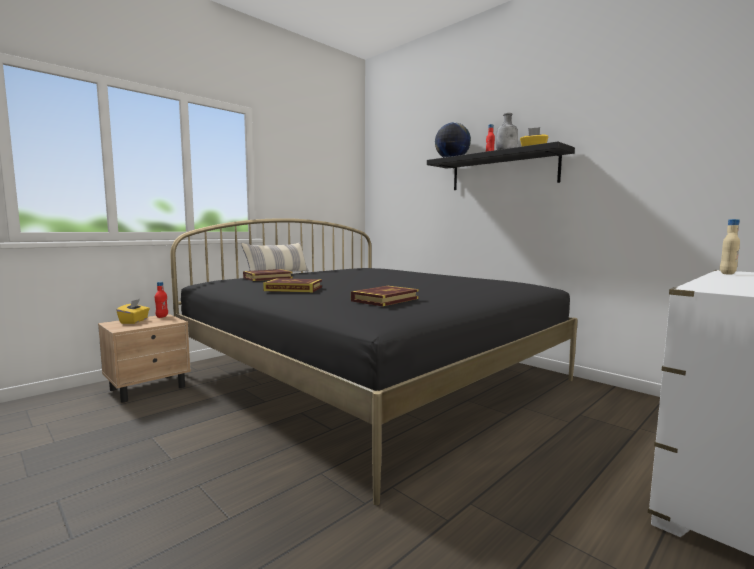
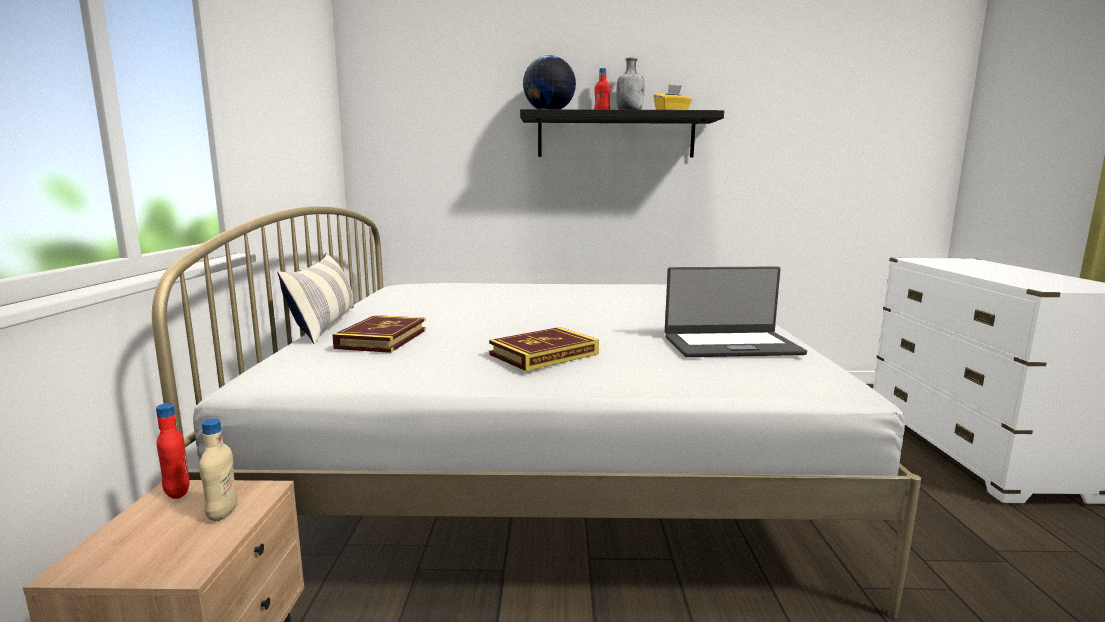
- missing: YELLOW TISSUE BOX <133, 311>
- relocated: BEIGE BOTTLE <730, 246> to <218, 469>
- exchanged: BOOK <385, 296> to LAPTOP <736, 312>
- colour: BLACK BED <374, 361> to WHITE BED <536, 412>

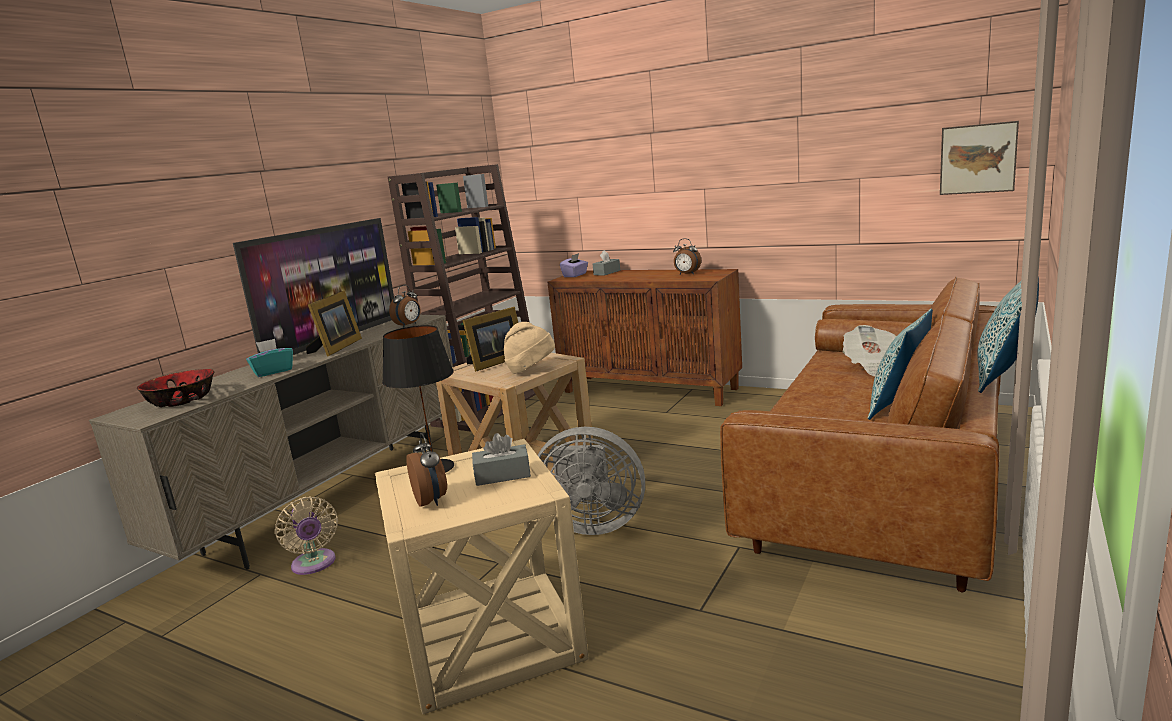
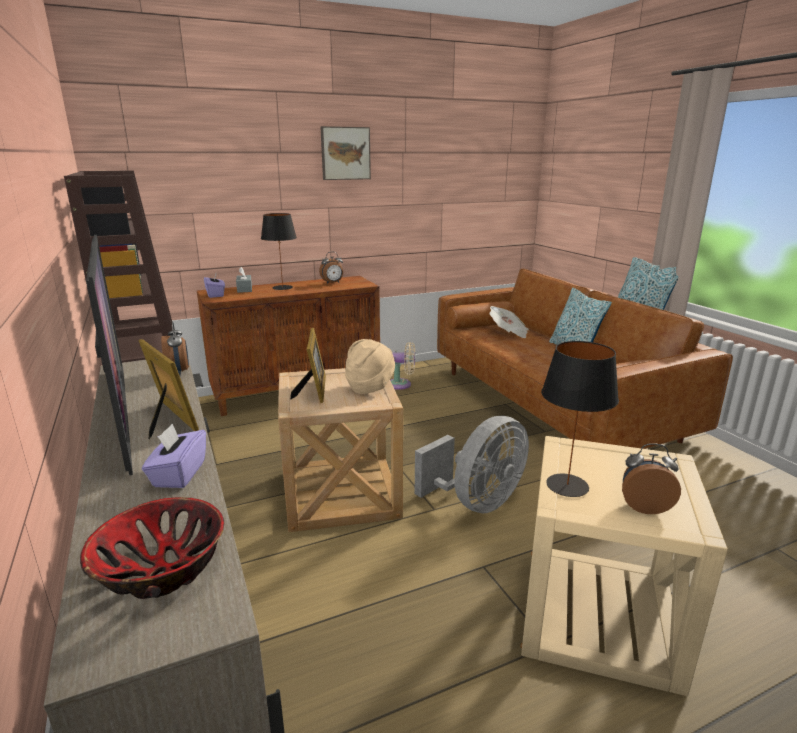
- missing: GREY TISSUE BOX <501, 459>
- appeared: BLACK TABLE LAMP <279, 251>
- relocated: BEIGE FAN <306, 536> to <402, 366>
- relocated: PICTURE <979, 158> to <345, 153>
- colour: TURQUOISE TISSUE BOX <269, 358> to PURPLE TISSUE BOX <174, 456>

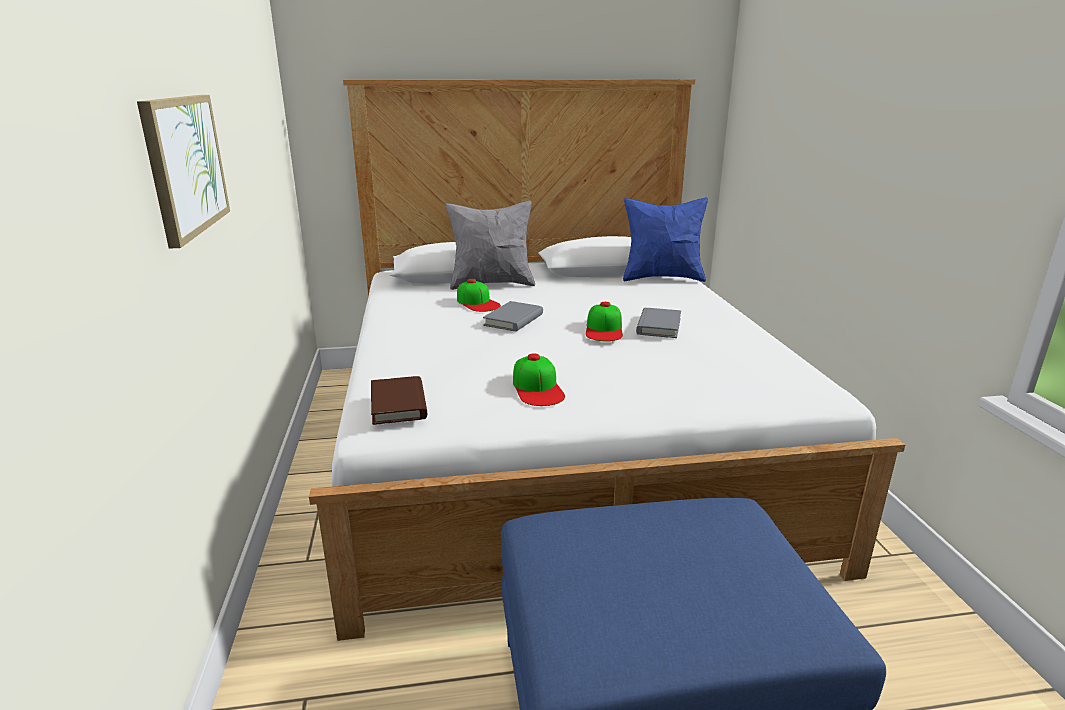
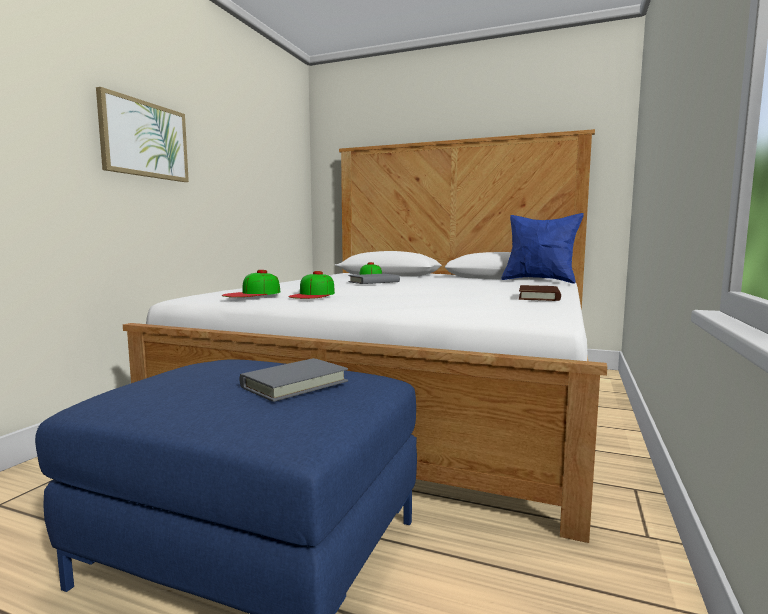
- missing: GREY PILLOW <490, 245>
- relocated: BROWN BOOK <399, 400> to <540, 293>
- relocated: CAP <604, 321> to <251, 283>
- relocated: GREY BOOK <658, 323> to <294, 380>

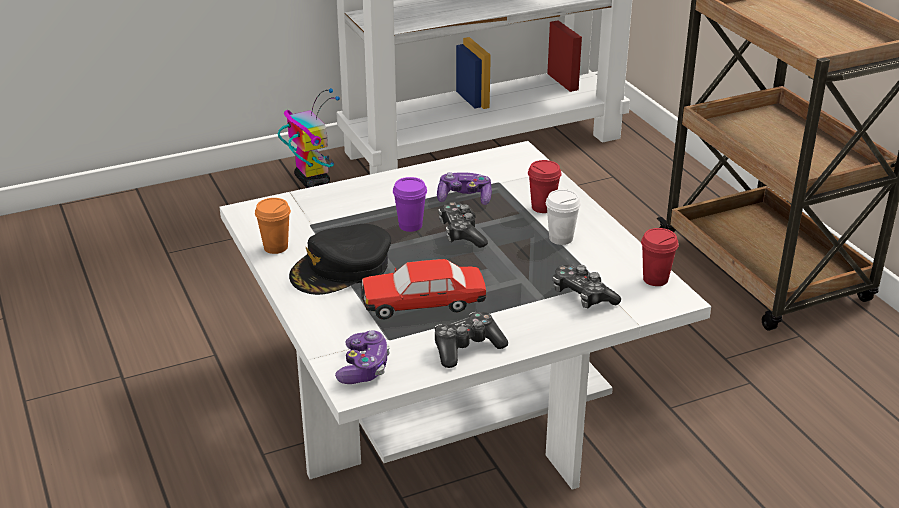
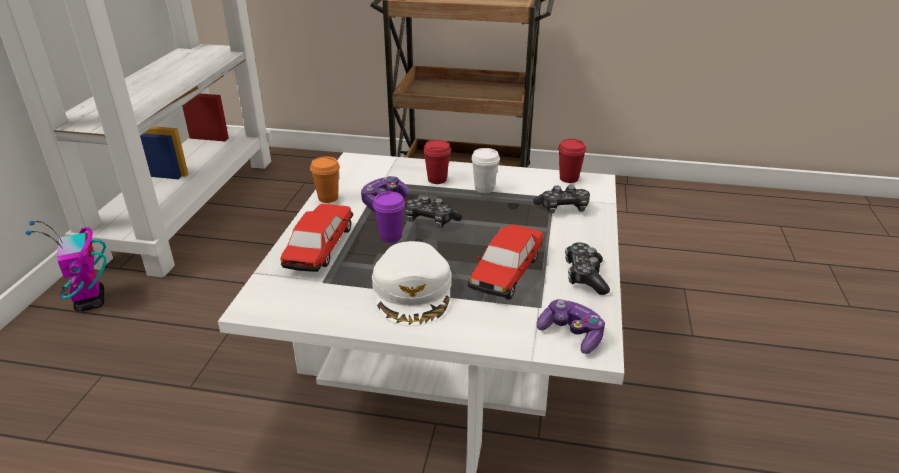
- appeared: TOY CAR <316, 238>
- relocated: ORANGE CUP <273, 226> to <325, 179>
- colour: BLACK CAP <340, 259> to WHITE CAP <412, 284>
- spun: TOY ROBOT <309, 138> = <65, 266> 120 degrees counterclockwise

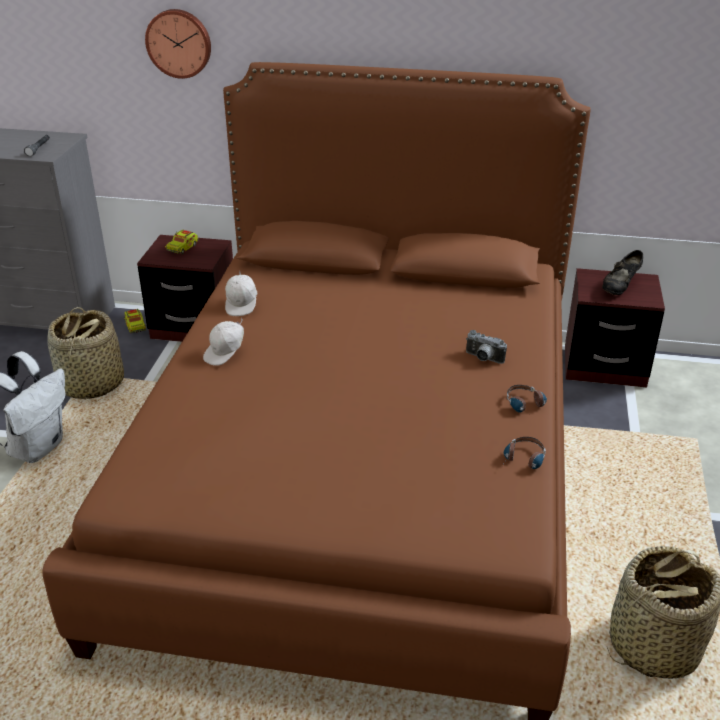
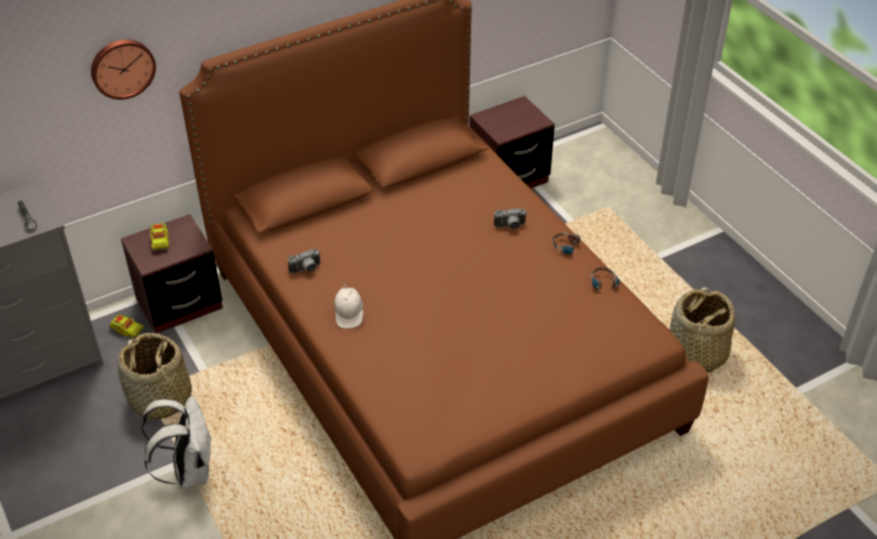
- missing: BLACK SHOE <622, 272>
- exchanged: WHITE CAP <241, 294> to PHOTO CAMERA <304, 261>

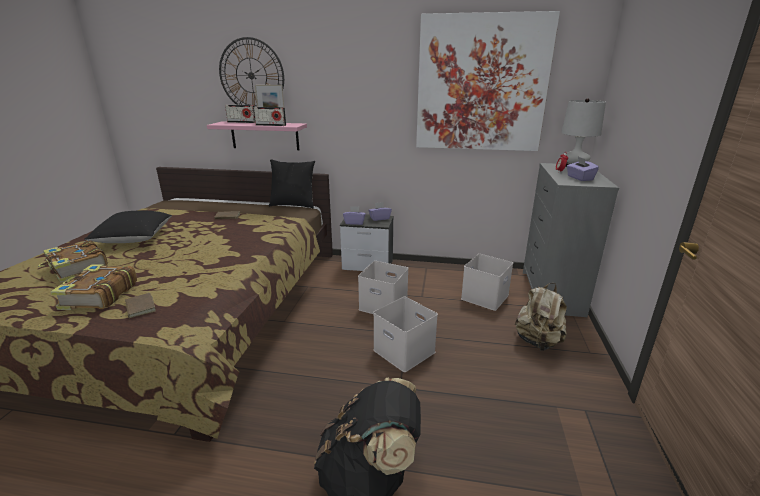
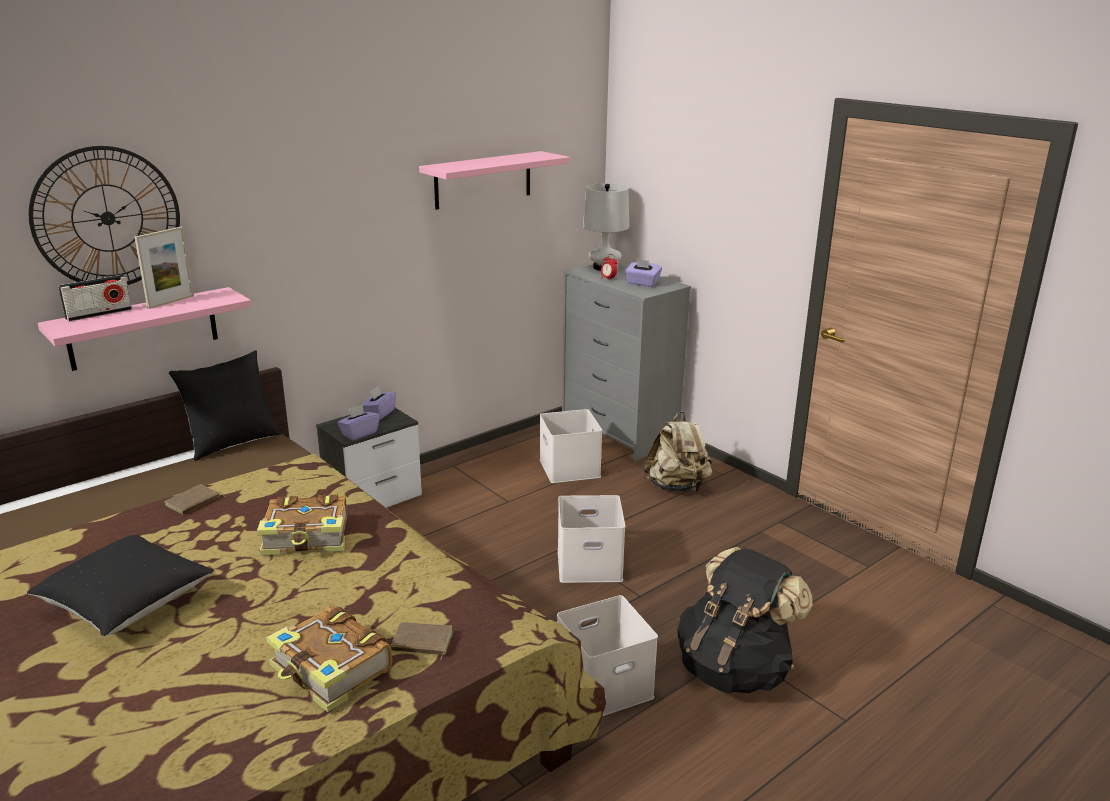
- missing: RADIO <270, 116>
- relocated: BOOK <73, 261> to <302, 524>
- relocated: WHITE STORAGE BOX <383, 287> to <607, 655>
- exchanged: PICTURE <488, 81> to PINK SHELF <494, 180>

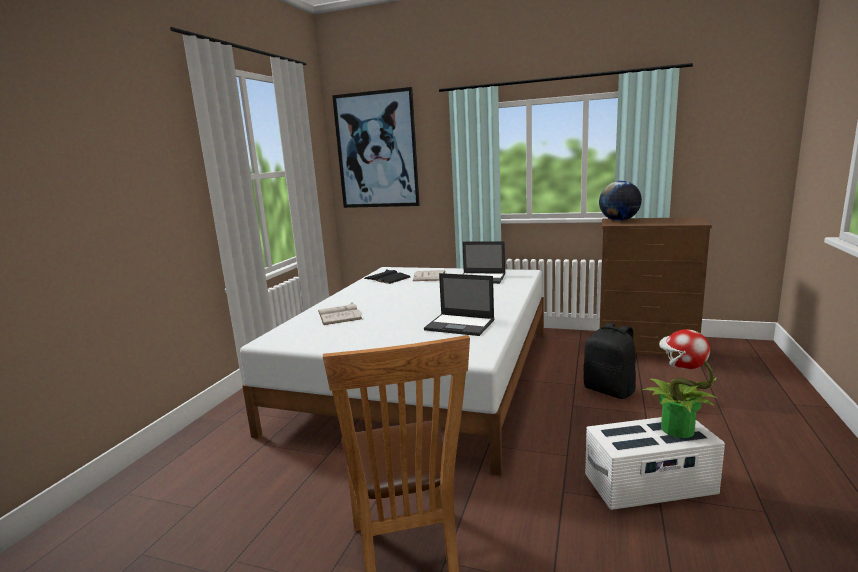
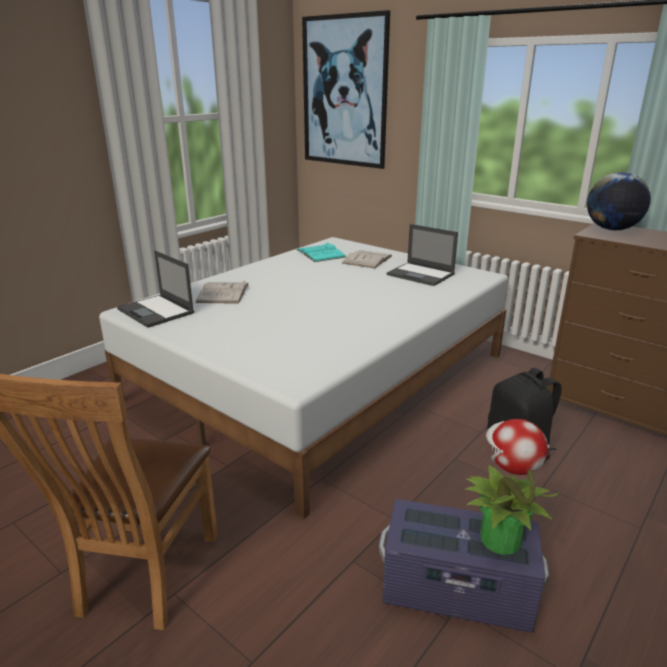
- relocated: LAPTOP <459, 304> to <155, 289>
- colour: BLACK BOOK <387, 276> to TURQUOISE BOOK <321, 252>
- colour: WHITE STORAGE BOX <655, 463> to PURPLE STORAGE BOX <464, 566>

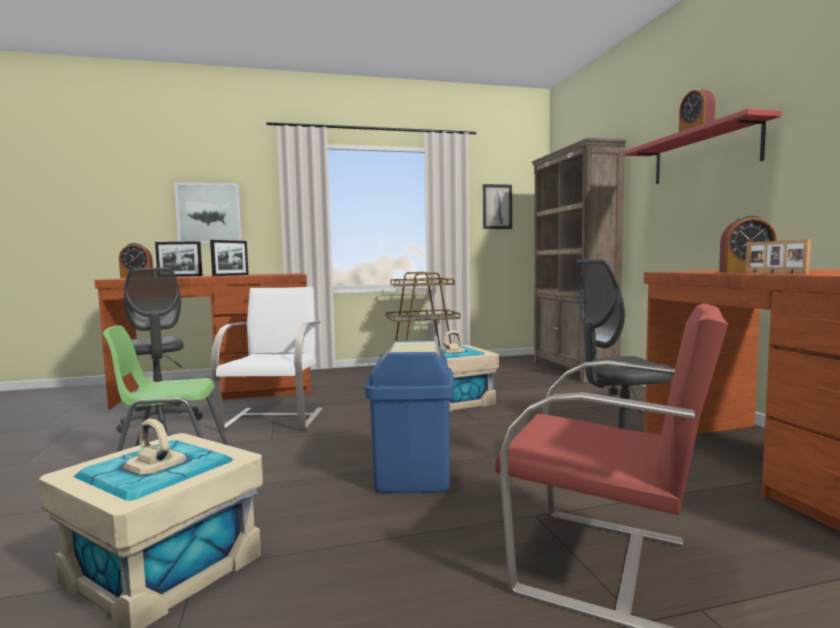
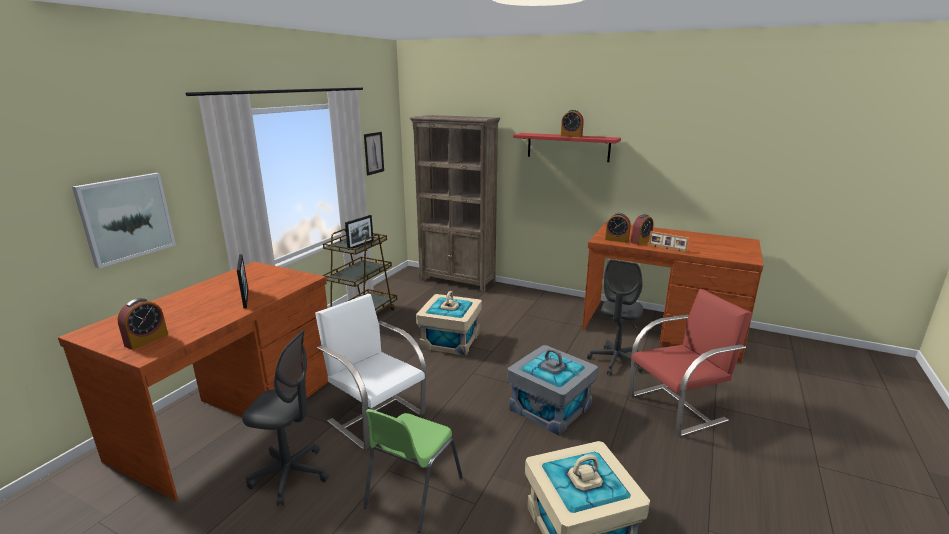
- appeared: ALARM CLOCK <618, 228>
- relocated: PICTURE FRAME <179, 259> to <359, 232>
- exchanged: BLUE TRASH CAN <409, 416> to GREY STORAGE BOX <552, 390>

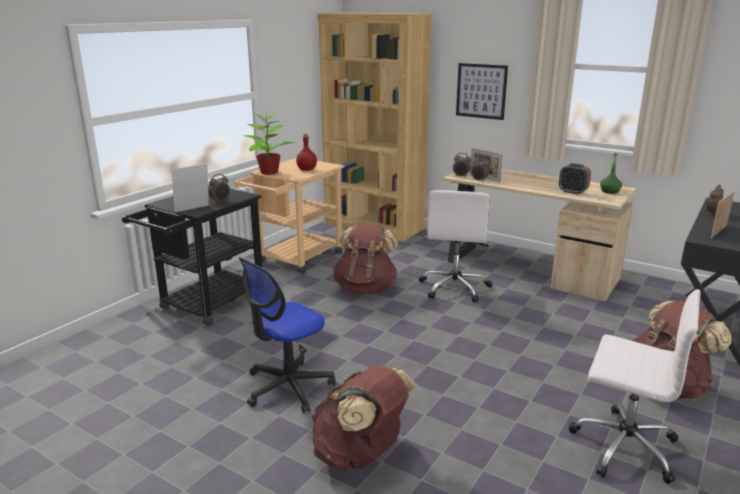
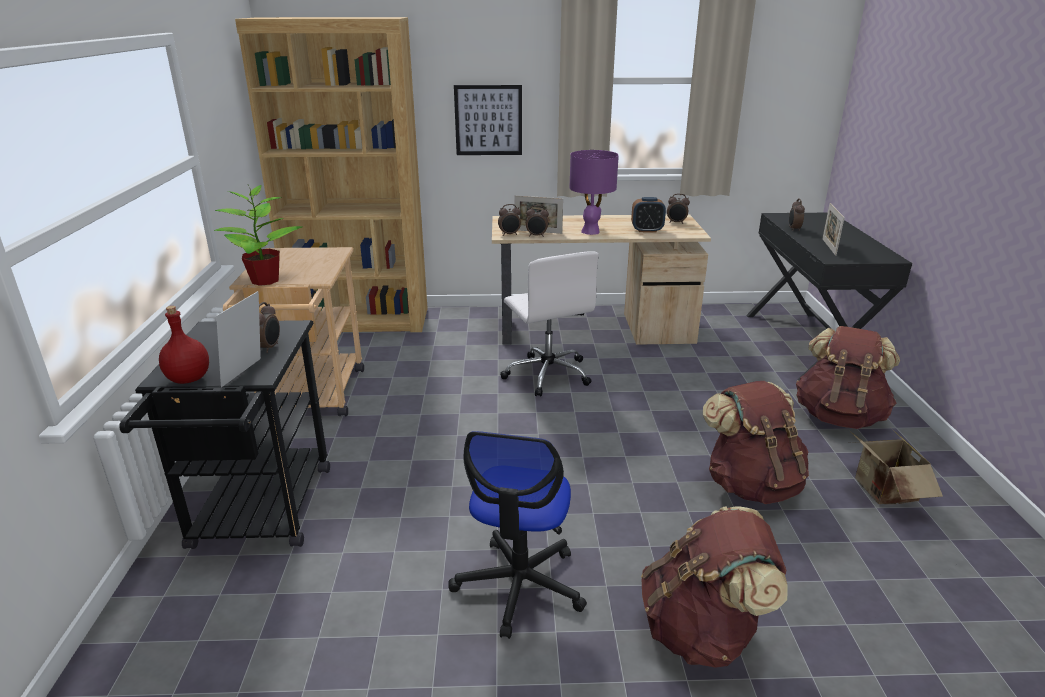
- appeared: PURPLE TABLE LAMP <594, 192>
- relocated: RED BOTTLE <306, 152> to <184, 345>
- relocated: BROWN BACKPACK <365, 259> to <756, 442>
- exchanged: WHITE OFFICE CHAIR <635, 386> to CARDBOARD BOX <896, 466>
- exchanged: GREEN BOTTLE <611, 173> to ALARM CLOCK <678, 209>

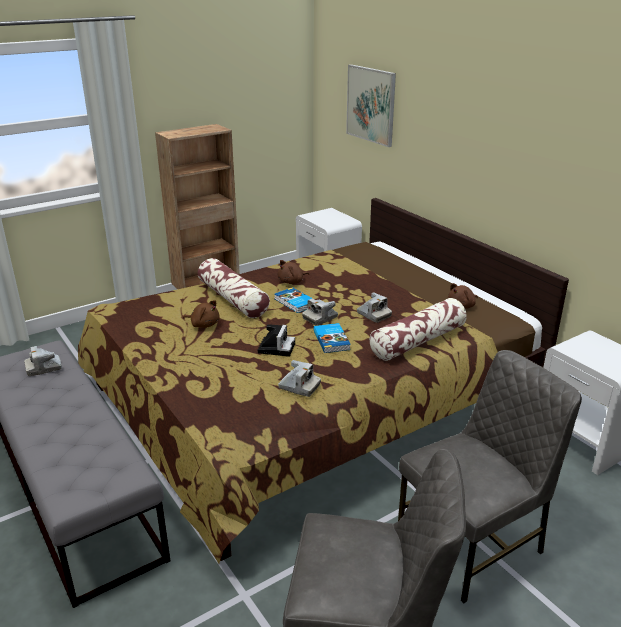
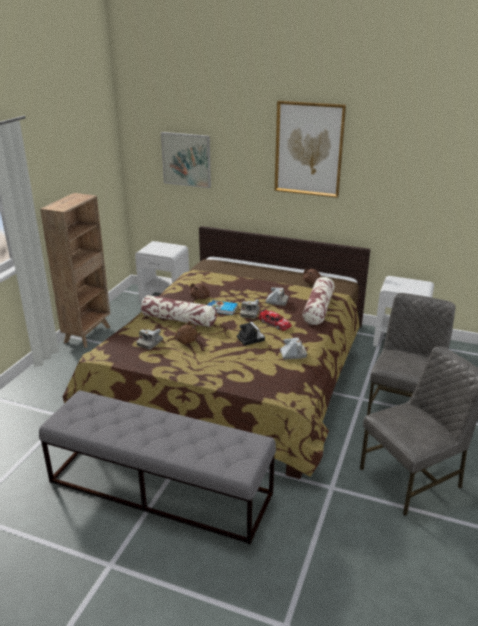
- appeared: PICTURE <310, 149>
- relocated: PHOTO CAMERA <43, 361> to <149, 339>
- exchanged: BOOK <332, 338> to TOY CAR <275, 319>

